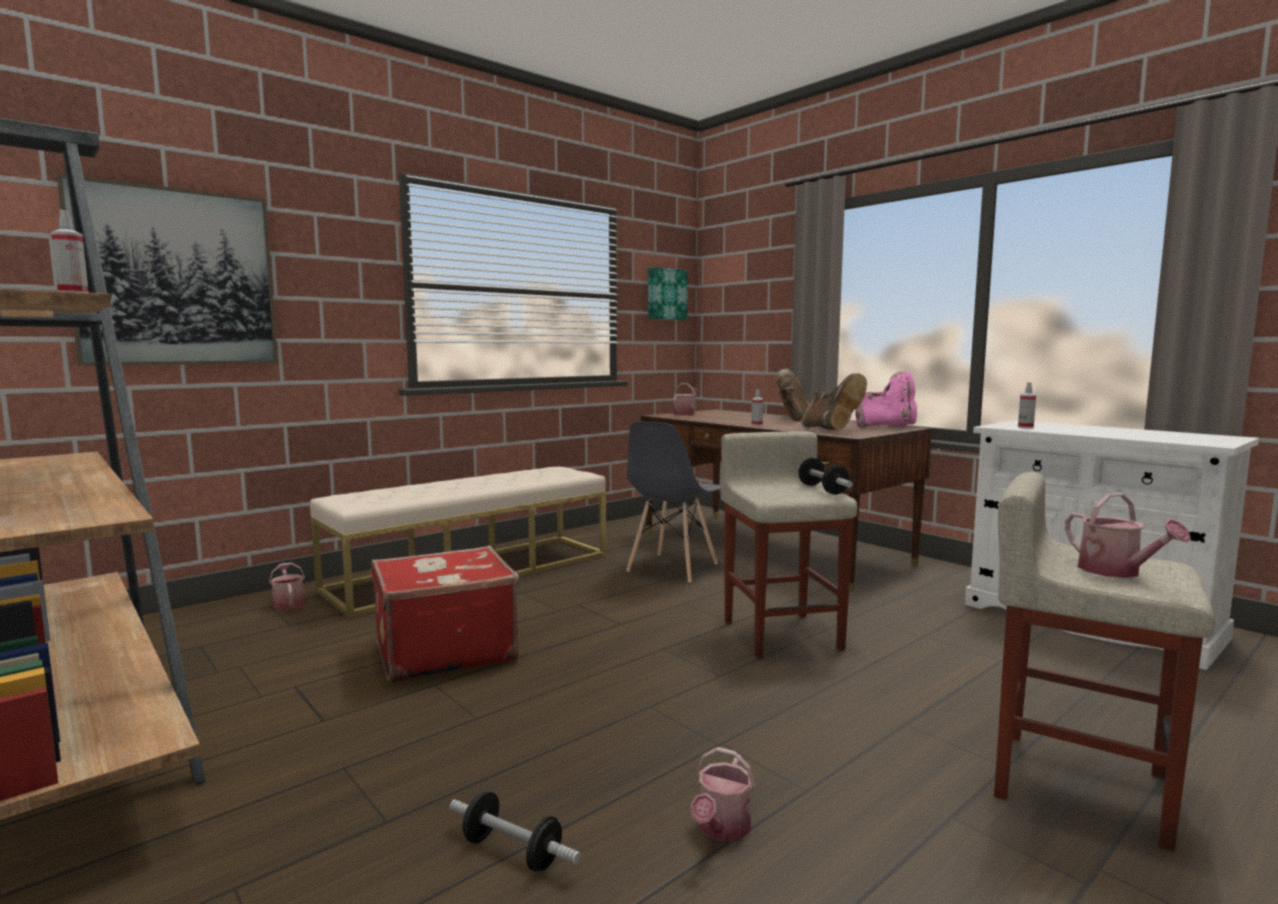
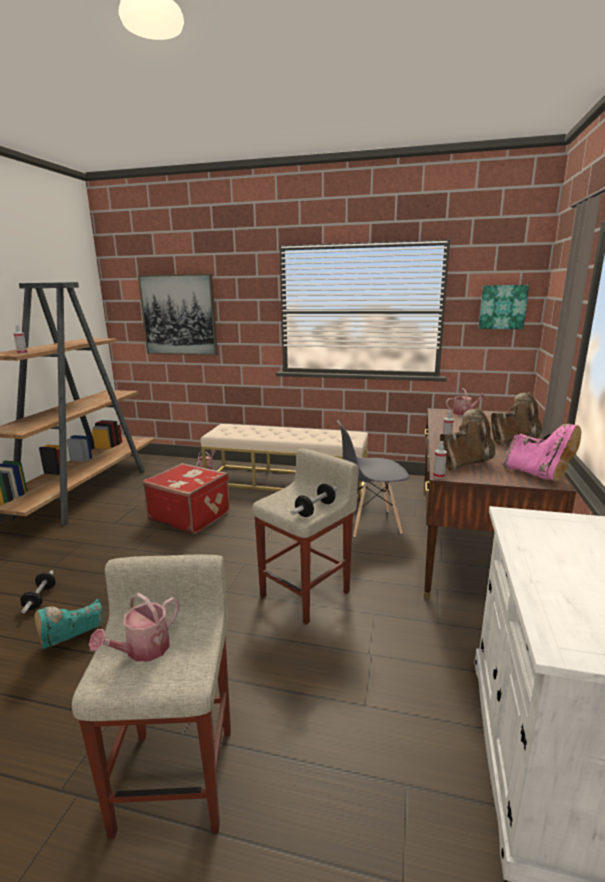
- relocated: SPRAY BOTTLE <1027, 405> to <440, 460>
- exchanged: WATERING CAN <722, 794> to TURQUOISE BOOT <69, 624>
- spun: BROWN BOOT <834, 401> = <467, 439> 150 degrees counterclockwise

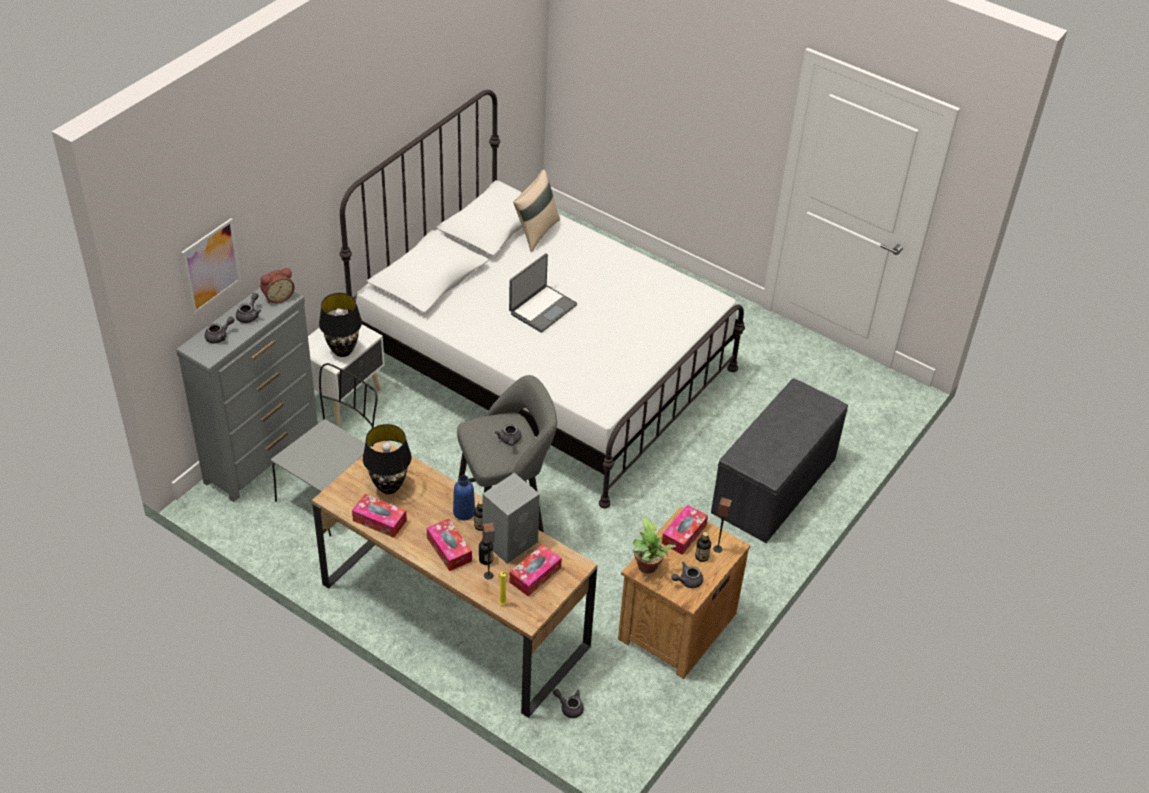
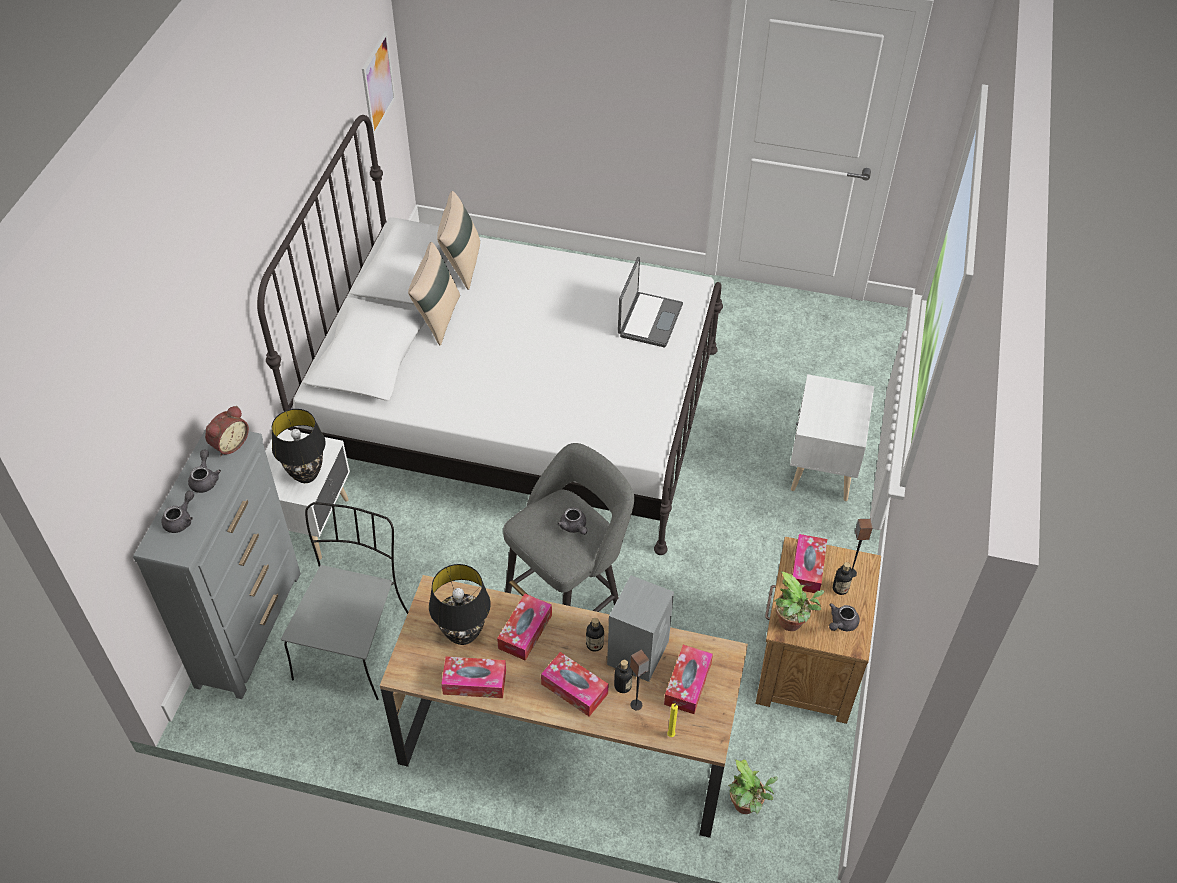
- missing: BLUE BOTTLE <464, 497>
- appeared: BEIGE PILLOW <434, 294>
- appeared: TISSUE BOX <524, 627>
- relocated: PICTURE <211, 266> to <378, 83>
- relocated: LAPTOP <543, 293> to <650, 302>
- exchanged: GREY TEAPOT <568, 703> to POTTED PLANT <753, 786>
- exchanged: GREY BENCH <779, 460> to WHITE NIGHTSTAND <832, 437>

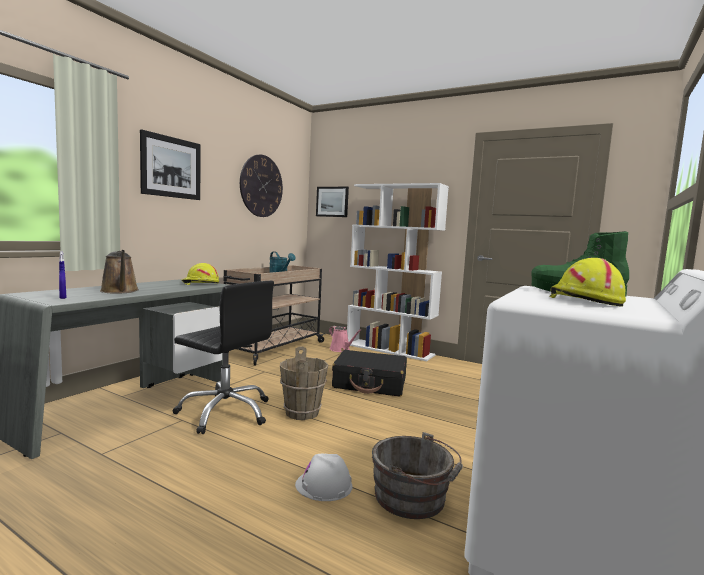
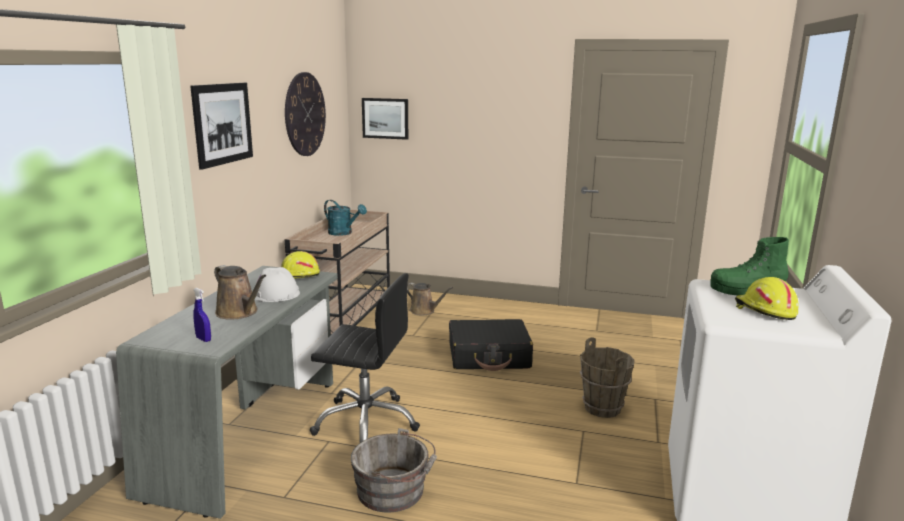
- missing: WHITE BOOKCASE <398, 272>
- relocated: BROWN BUCKET <304, 383> to <607, 377>
- relocated: WHITE HARD HAT <324, 477> to <277, 284>
- relocated: GREY BUCKET <417, 475> to <394, 470>
- colour: PINK WATERING CAN <345, 339> to BROWN WATERING CAN <430, 299>

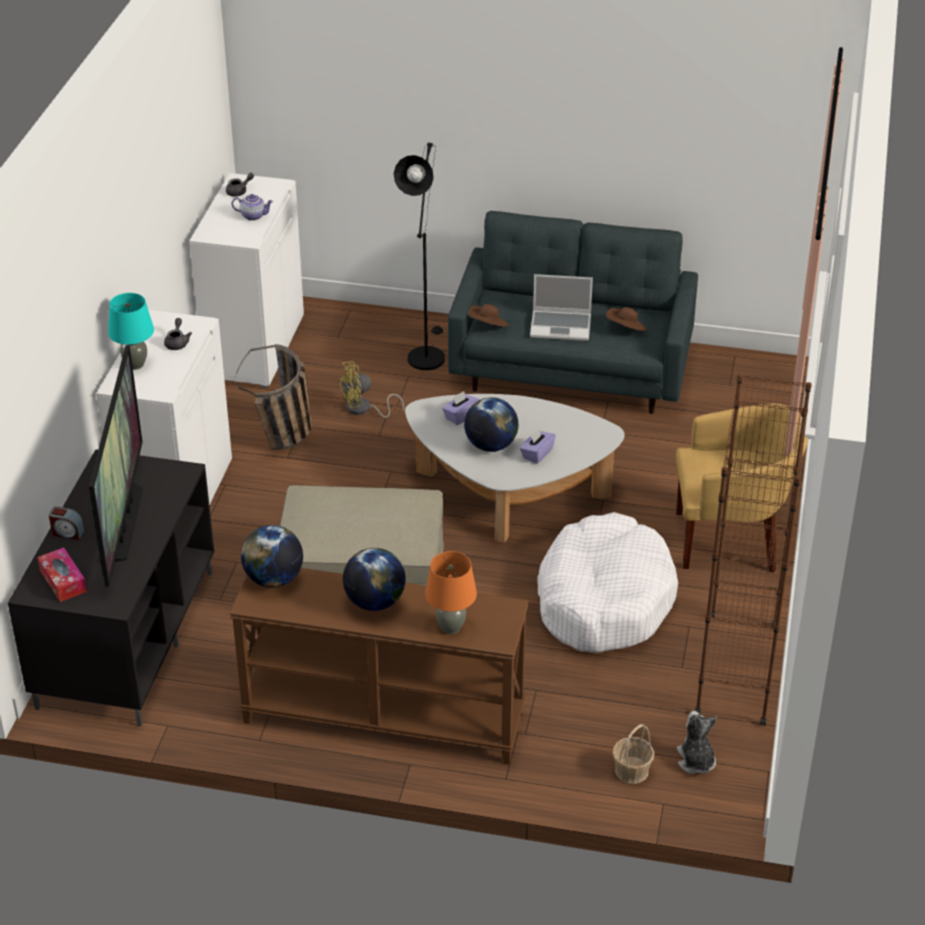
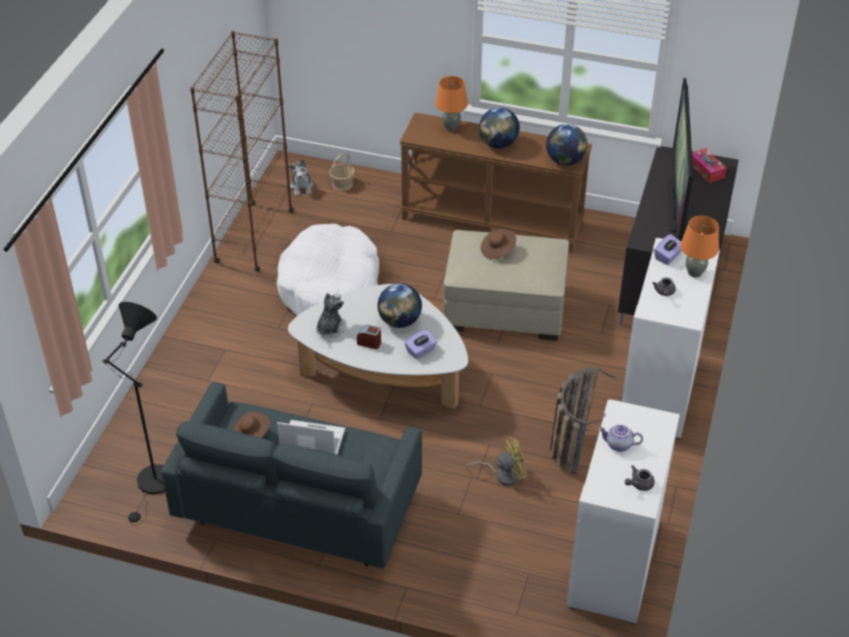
- missing: YELLOW ARMCHAIR <742, 488>
- appeared: PLUSH TOY <330, 315>
- relocated: ALARM CLOCK <67, 523> to <369, 337>
- relocated: BLACK FLOOR LAMP <419, 256> to <133, 414>
- relocated: BROWN HAT <488, 315> to <498, 244>
- relocated: PURPLE TISSUE BOX <538, 446> to <667, 249>
- colour: TURQUOISE TABLE LAMP <131, 331> to ORANGE TABLE LAMP <699, 247>

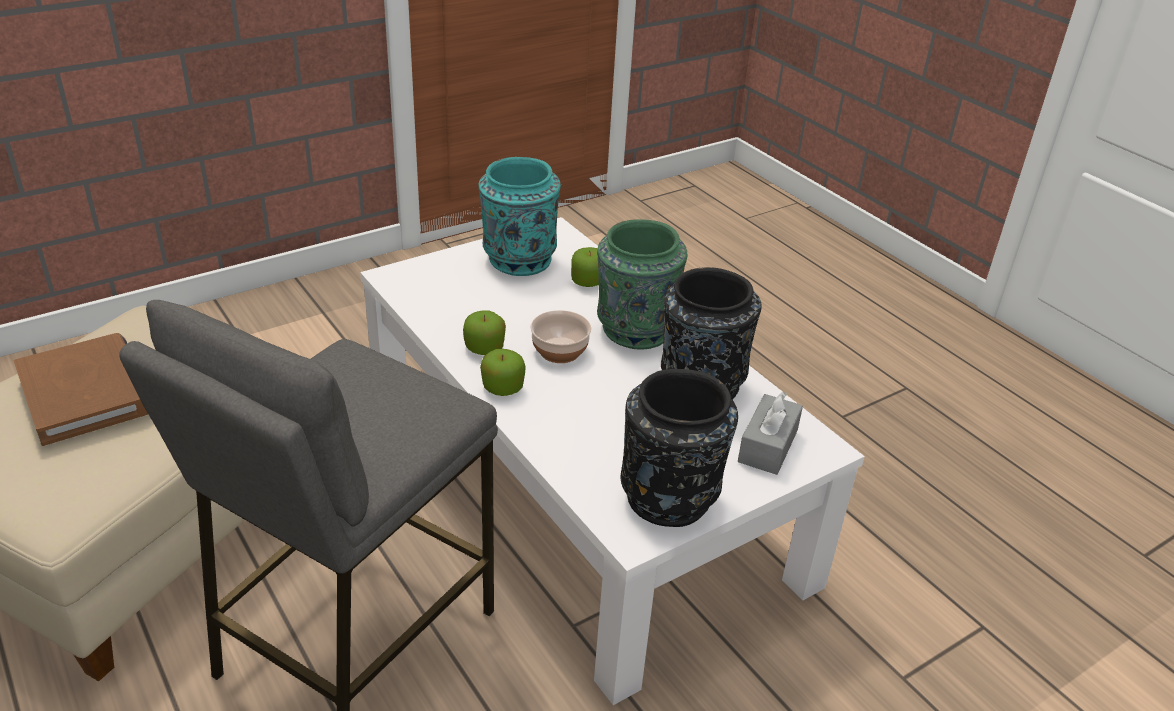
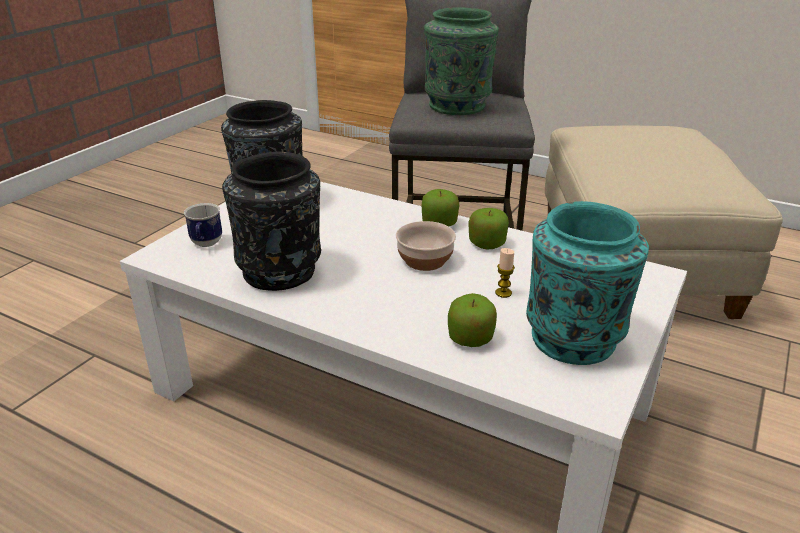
- missing: BROWN BOOK <80, 389>
- appeared: CANDLE <505, 273>
- relocated: GREEN VASE <642, 284> to <461, 61>
- exchanged: GREY TISSUE BOX <770, 433> to MUG <203, 225>

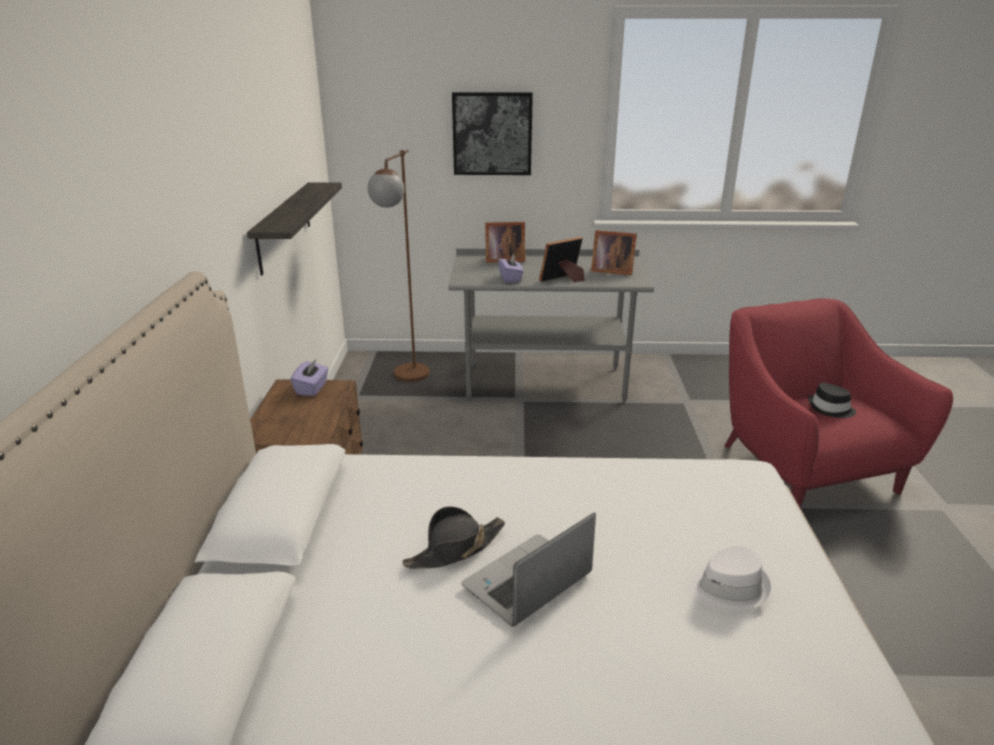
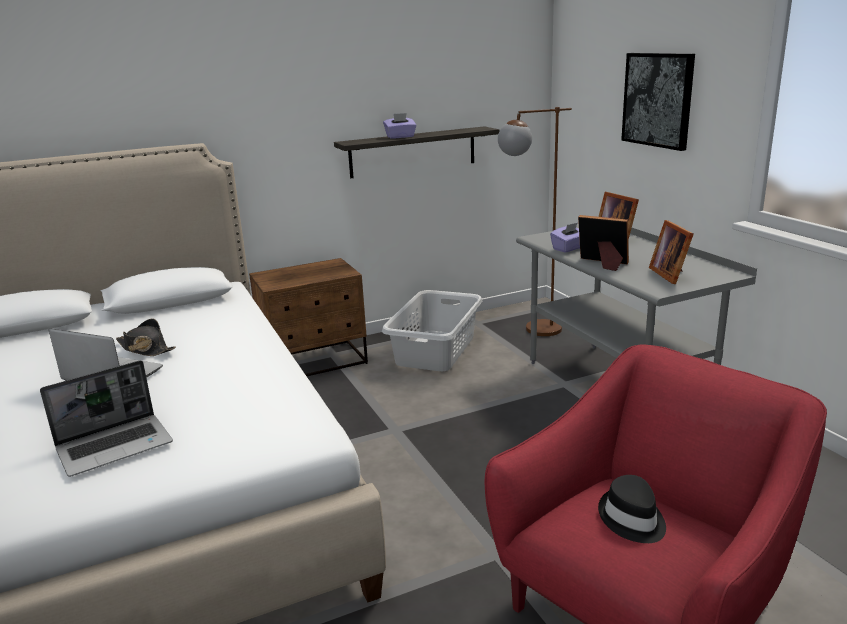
- appeared: GREY LAUNDRY BASKET <432, 330>
- relocated: PURPLE TISSUE BOX <310, 377> to <400, 126>
- exchanged: WHITE HAT <730, 579> to LAPTOP <106, 418>

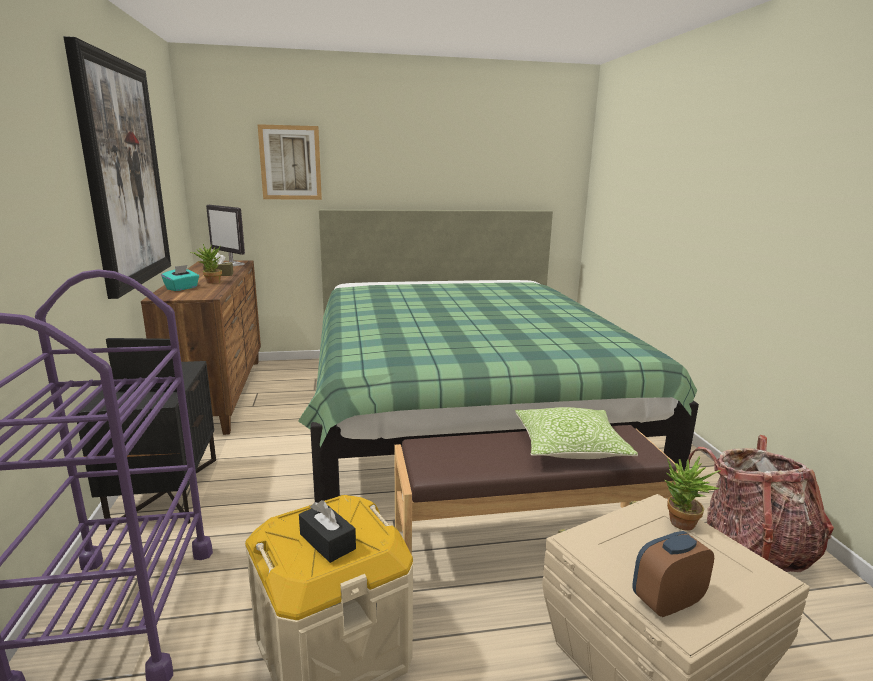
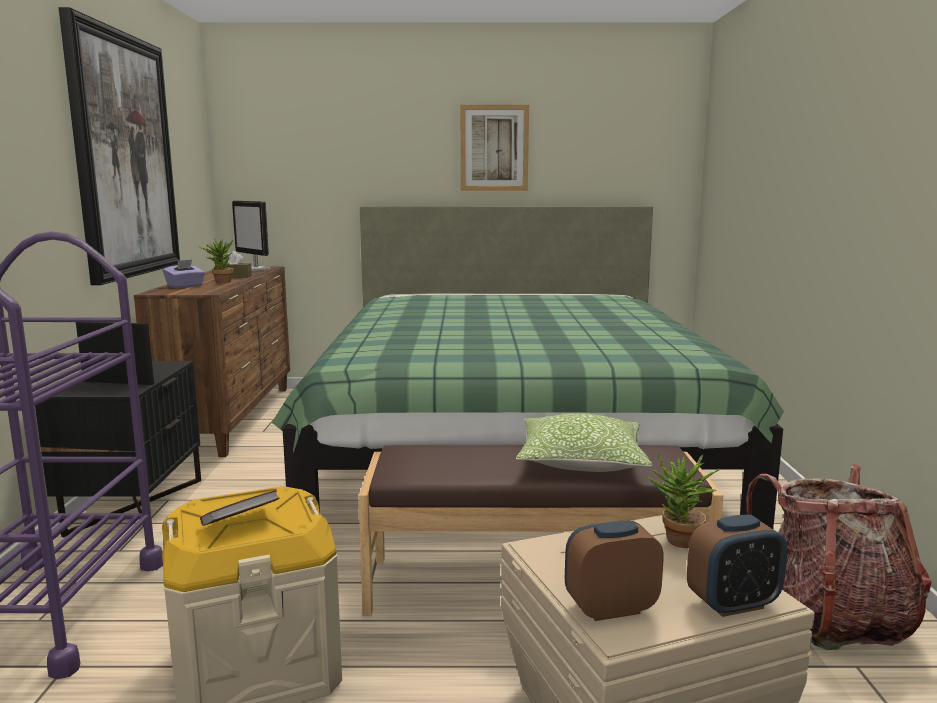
- appeared: ALARM CLOCK <737, 566>
- relocated: PICTURE <290, 162> to <494, 148>
- exchanged: BLACK TISSUE BOX <327, 531> to BOOK <239, 508>
- colour: TURQUOISE TISSUE BOX <180, 278> to PURPLE TISSUE BOX <184, 274>

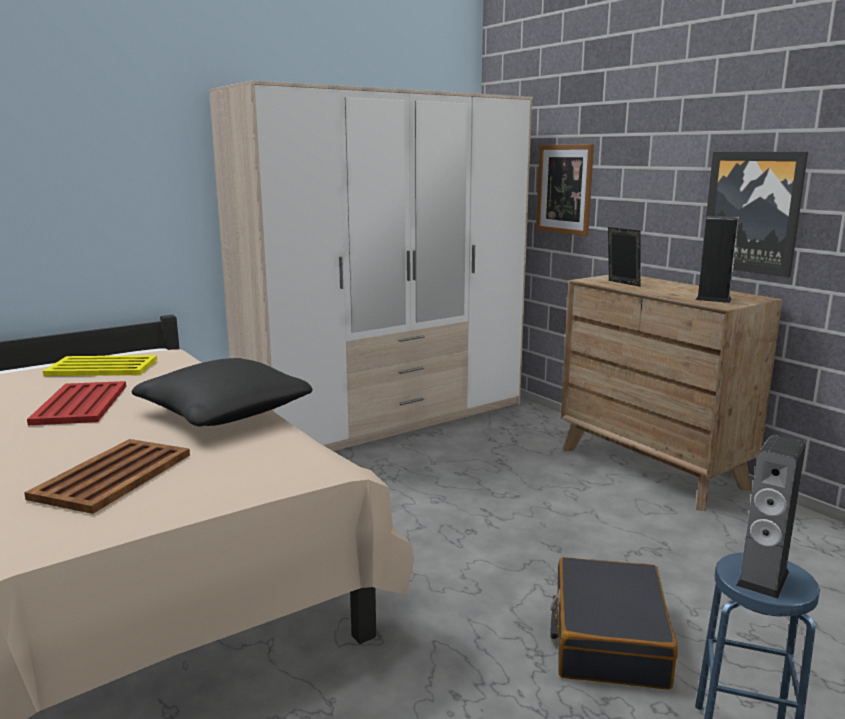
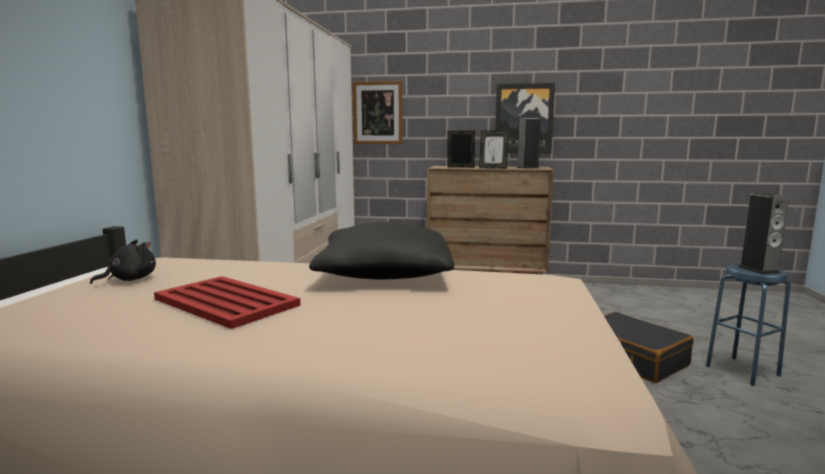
- missing: BROWN TRAY <107, 476>
- appeared: PICTURE FRAME <494, 149>
- exchanged: YELLOW TRAY <100, 365> to BLACK PLUSH TOY <123, 261>

